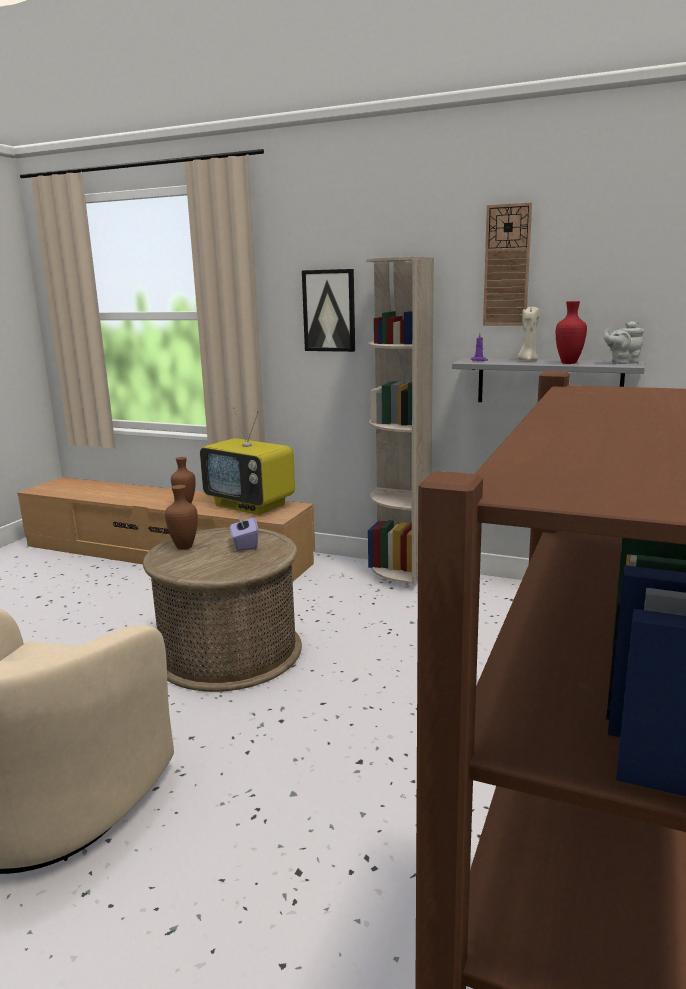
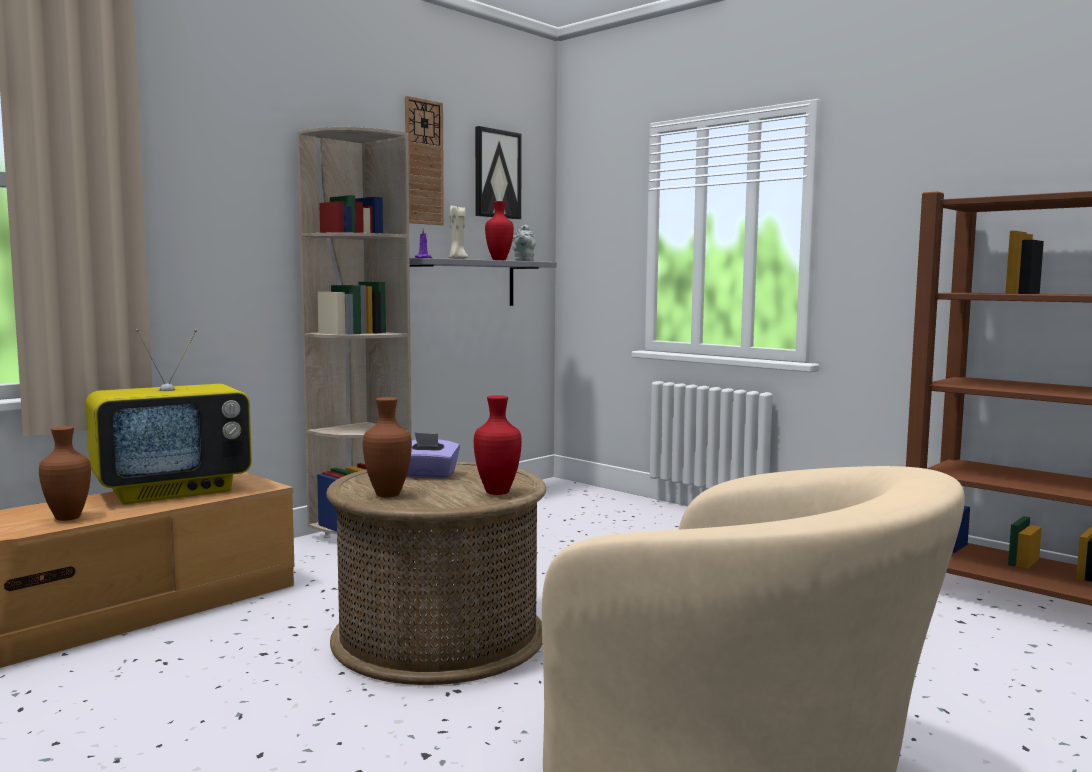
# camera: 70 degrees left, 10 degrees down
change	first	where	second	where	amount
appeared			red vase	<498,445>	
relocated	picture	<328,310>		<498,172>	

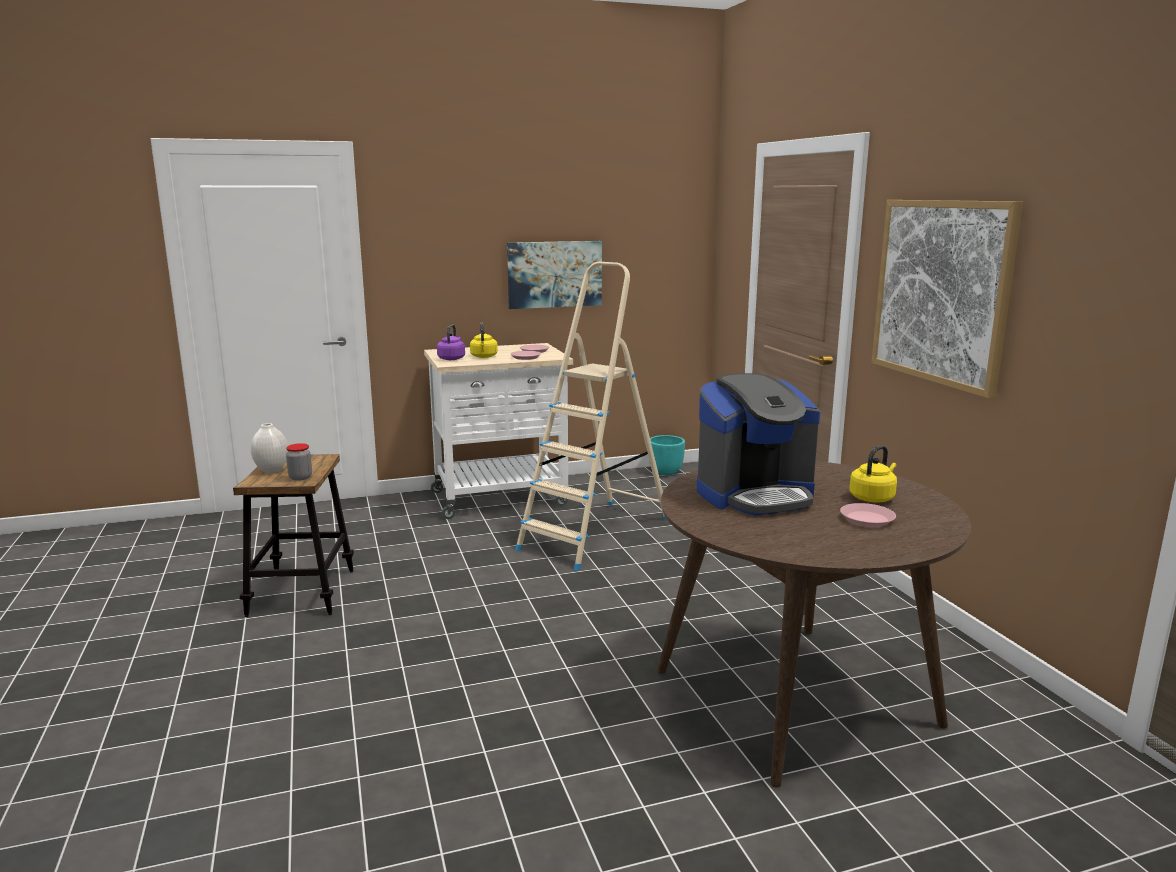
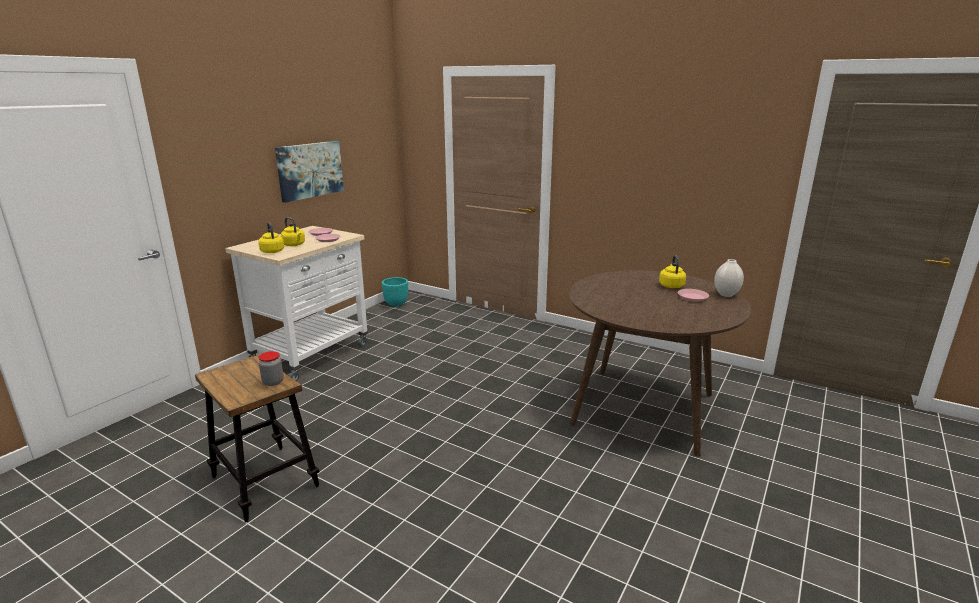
# camera: 40 degrees left, 5 degrees up
change	first	where	second	where	amount
colour	purple kettle	<451,342>	yellow kettle	<271,237>	
relocated	white vase	<269,448>		<729,278>	
missing	beige step ladder	<591,416>			
missing	coffee machine	<758,444>			
missing	picture	<947,299>			

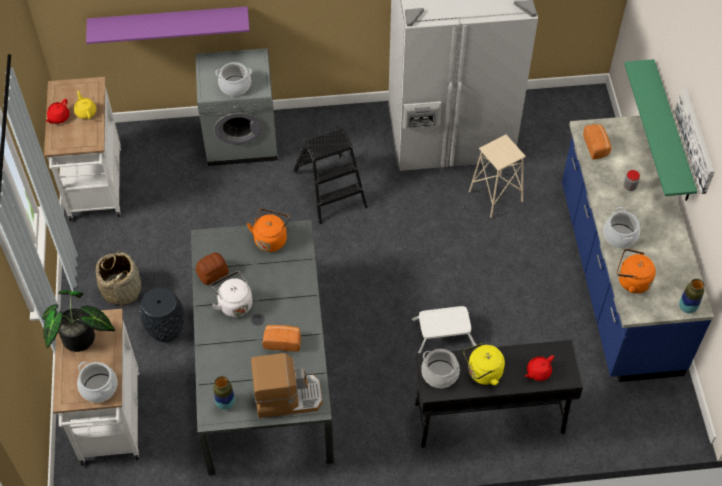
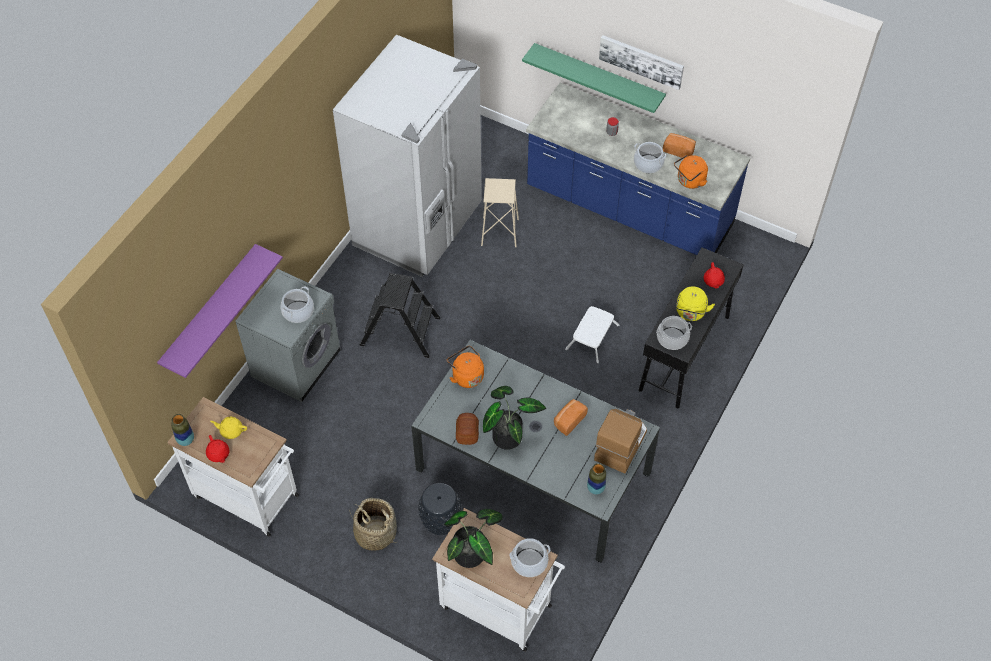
# camera: 55 degrees left, 0 degrees up
change	first	where	second	where	amount
relocated	vase	<691,296>		<182,430>	
exchanged	white kettle	<231,294>	potted plant	<514,418>	
relocated	bread	<597,141>		<679,145>	

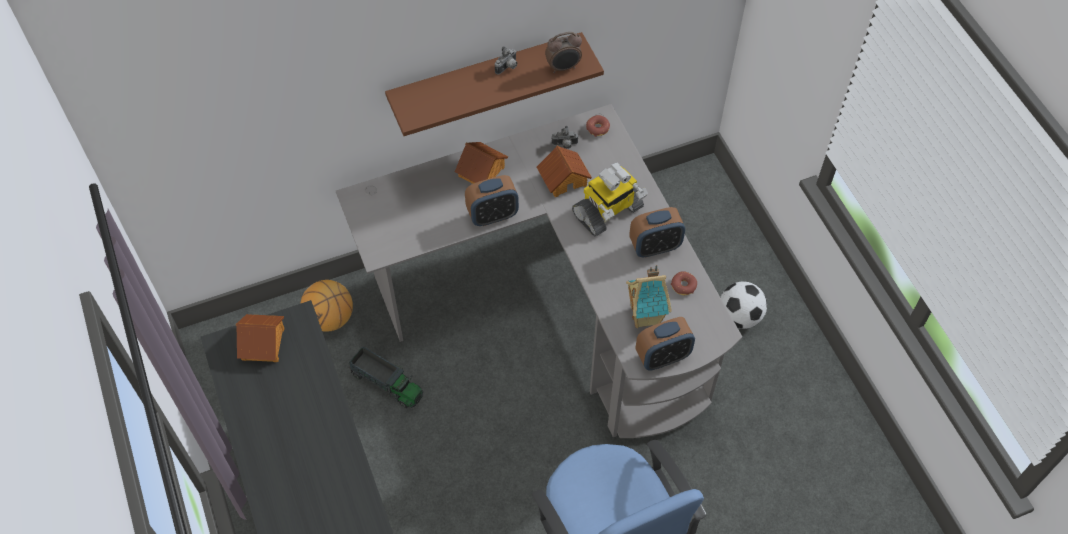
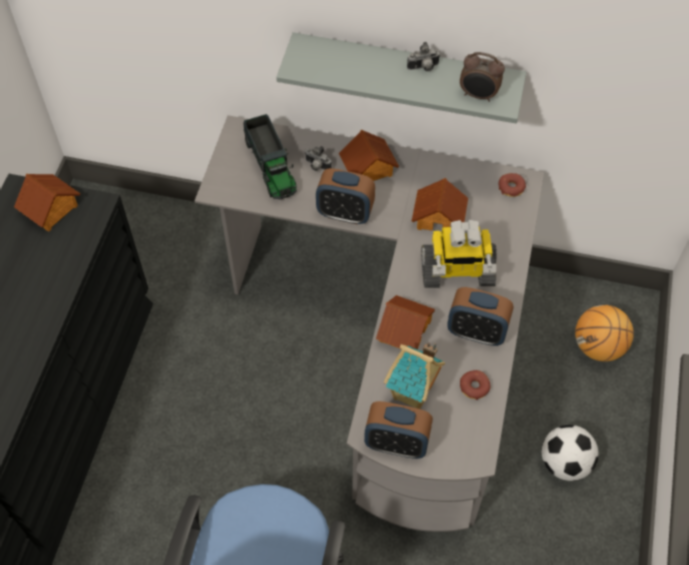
# camera: 35 degrees right, 0 degrees up
change	first	where	second	where	amount
relocated	toy truck	<386,377>		<270,156>	
colour	brown shelf	<494,84>	grey shelf	<401,77>	
relocated	photo camera	<565,137>		<318,158>	
appeared			toy house	<405,322>	
relocated	basketball	<326,306>		<604,333>	

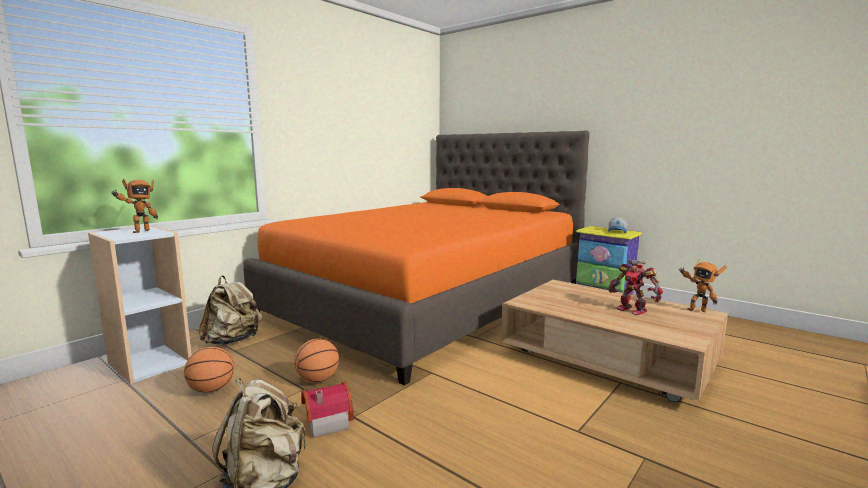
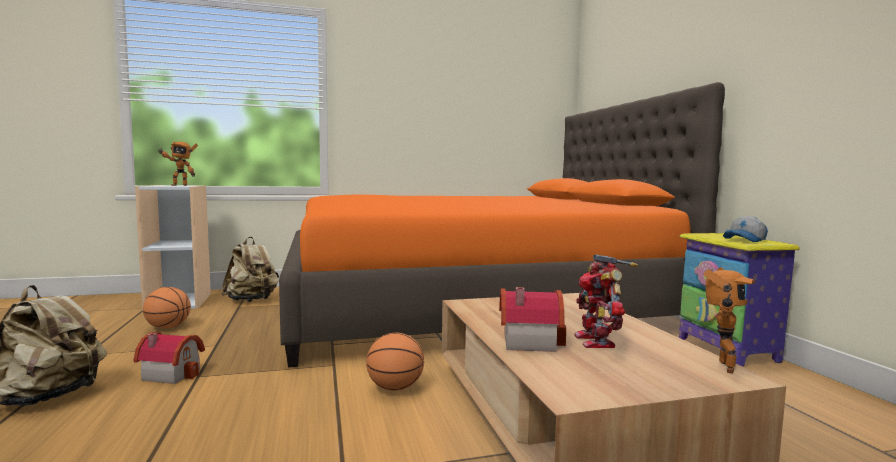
# camera: 35 degrees right, 5 degrees down
change	first	where	second	where	amount
relocated	basketball	<316,361>		<395,362>	
appeared			toy house	<532,319>	
spun	toy robot	<703,285>		<729,320>	135 degrees counterclockwise

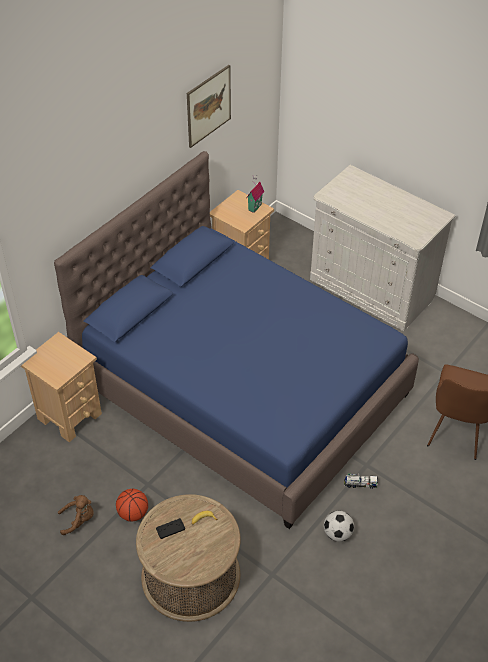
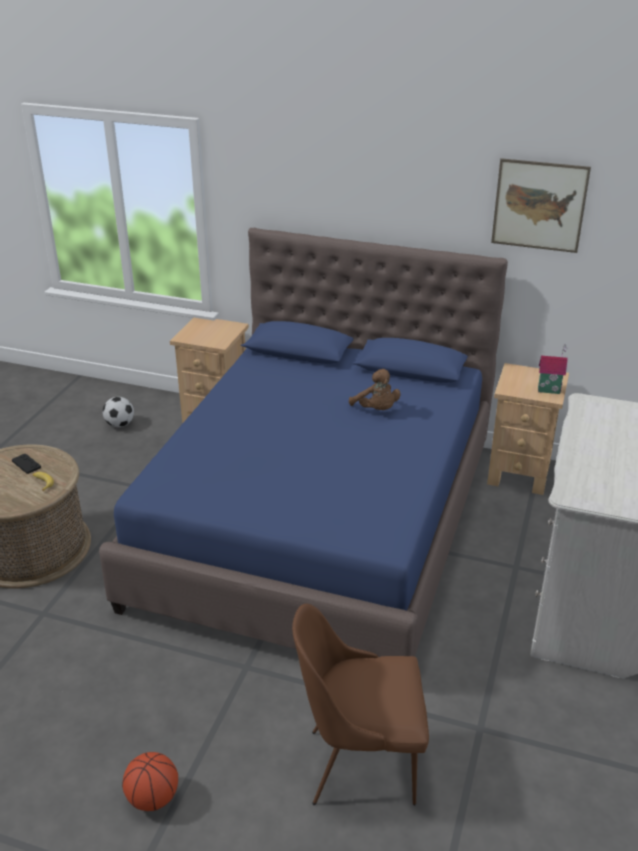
# camera: 70 degrees right, 15 degrees down
change	first	where	second	where	amount
relocated	football	<339,526>		<118,412>	
relocated	basketball	<132,505>		<150,781>	
relocated	brown plush toy	<76,515>		<375,389>	
missing	toy truck	<361,481>			

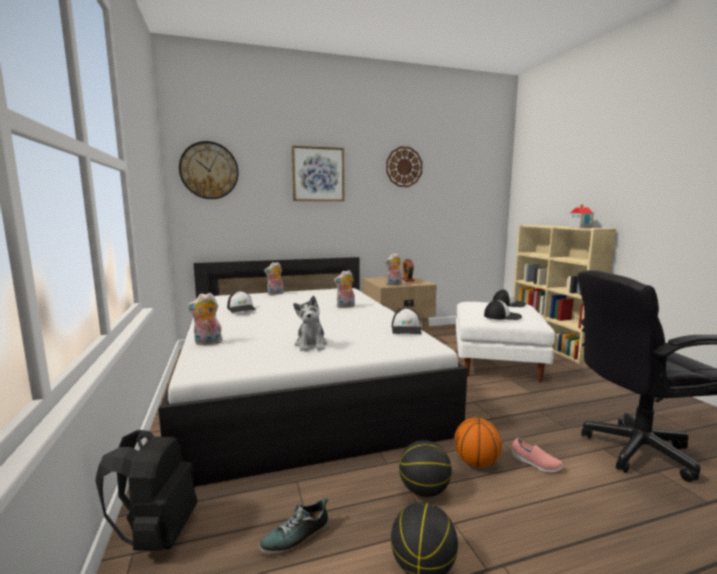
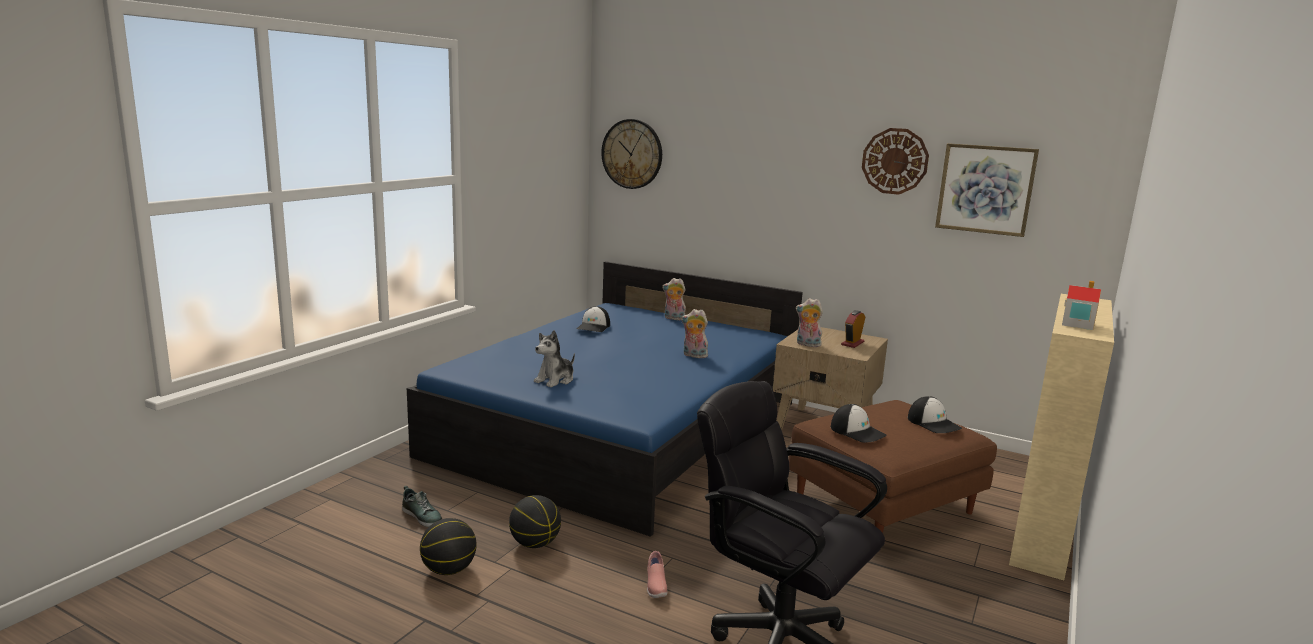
# camera: 45 degrees right, 5 degrees up
change	first	where	second	where	amount
spun	shoe	<293,526>		<422,506>	150 degrees counterclockwise
colour	white bed	<313,372>	blue bed	<605,399>	
colour	white ottoman	<505,342>	brown ottoman	<893,466>	
relocated	picture	<318,173>		<987,190>	
missing	black backpack	<146,490>			
missing	plush toy	<205,319>			
missing	cap	<407,321>			
missing	basketball	<478,442>			

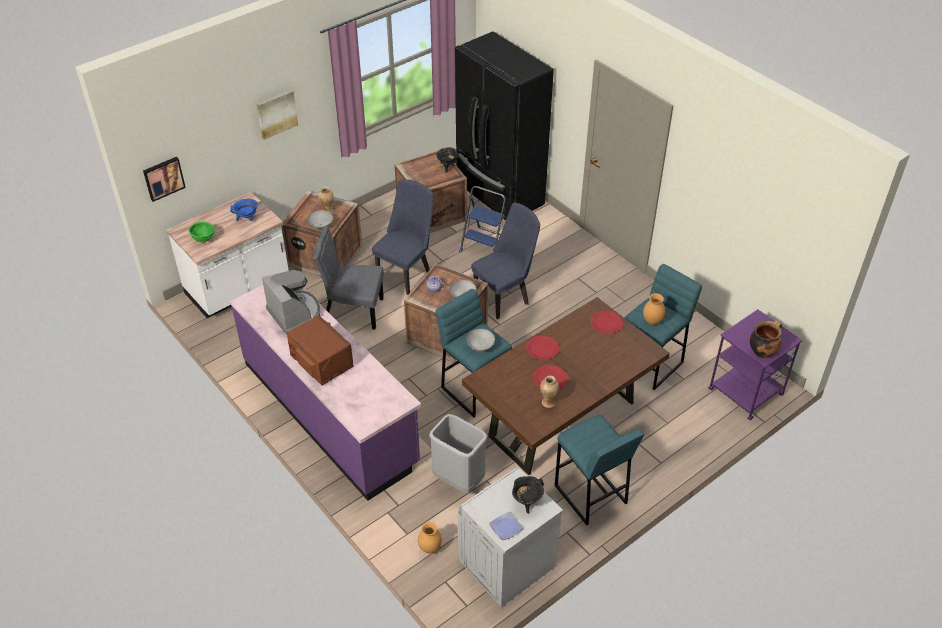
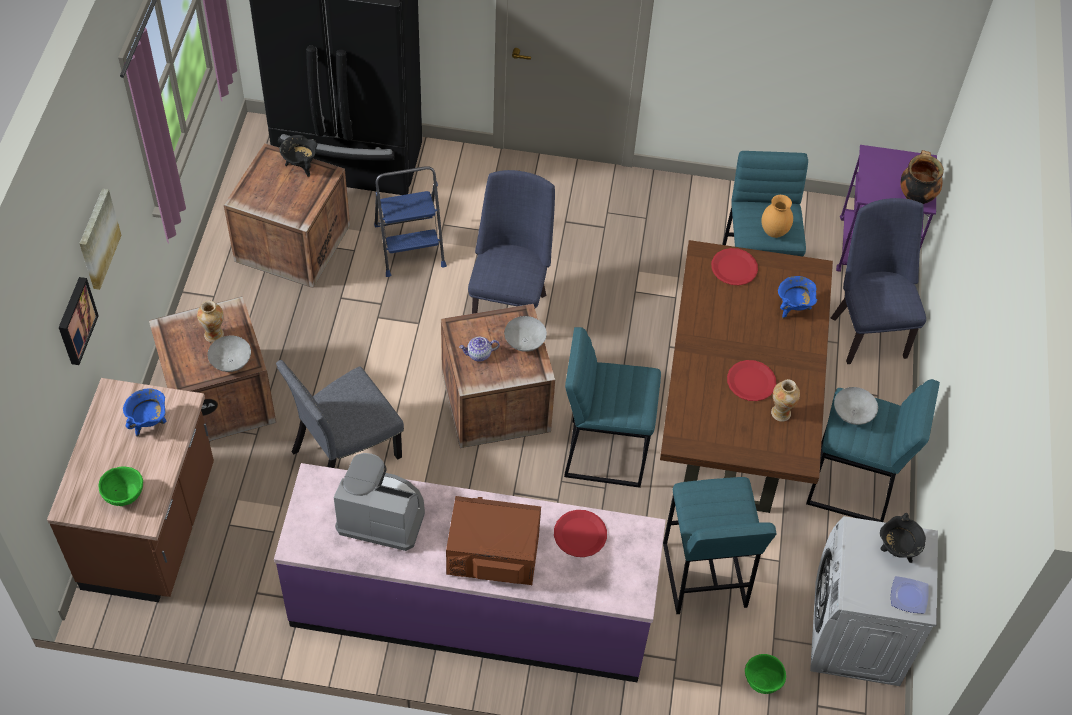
# camera: 45 degrees left, 10 degrees up
change	first	where	second	where	amount
colour	white counter	<227,255>	brown counter	<130,490>	
relocated	picture	<164,179>		<78,321>	
relocated	red plate	<542,347>		<580,533>	
exchanged	grey trash can	<458,453>	turquoise stool	<720,545>	
exchanged	brown vase	<430,538>	green bowl	<765,674>	
appeared			blue cooking pot	<797,297>	
relocated	blue chair	<403,237>		<878,281>	
relocated	grey bowl	<480,340>		<856,406>	

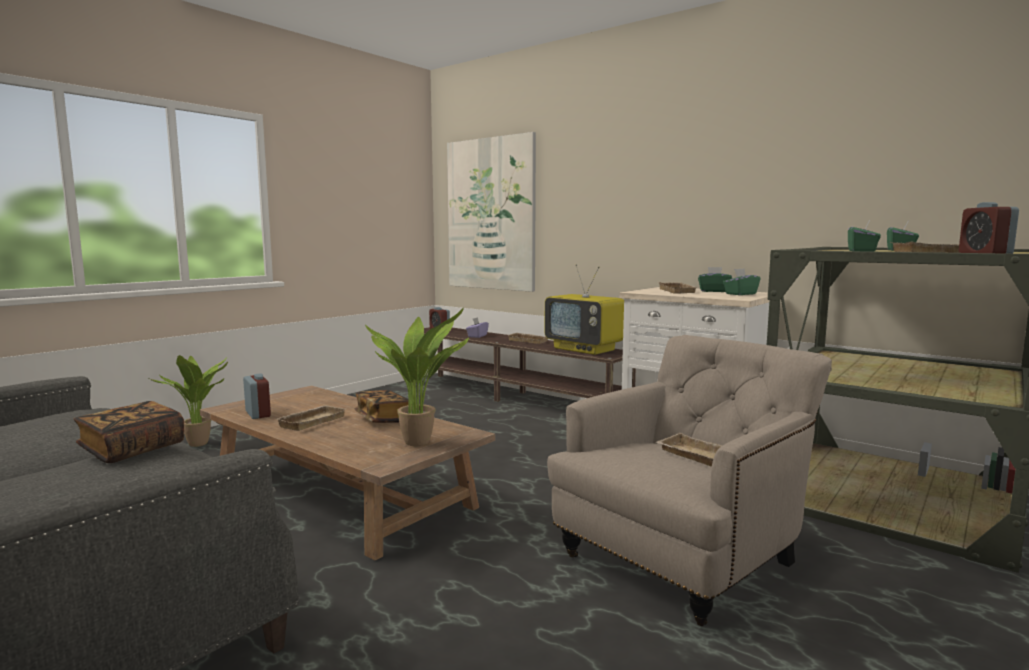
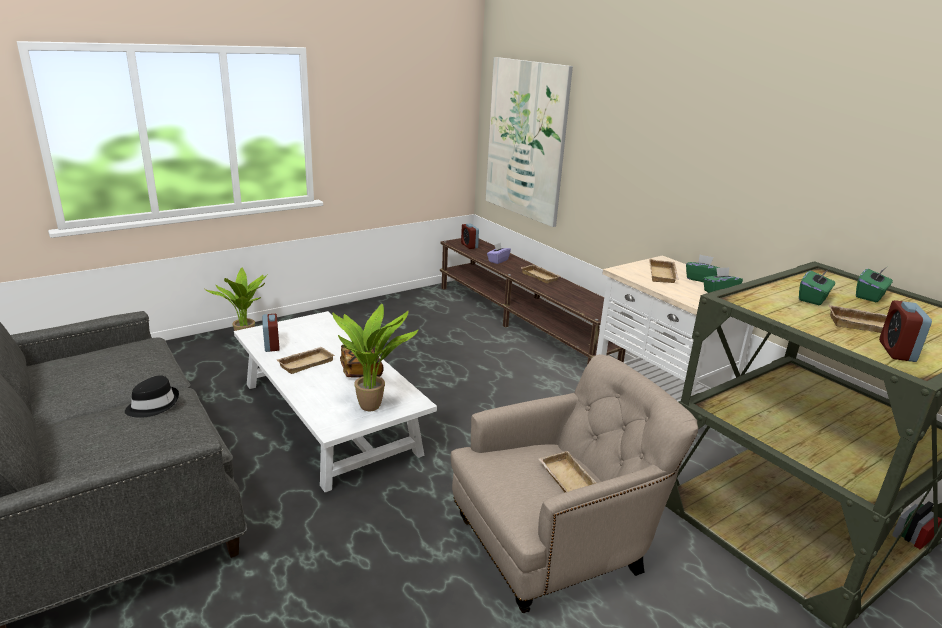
# camera: 15 degrees right, 15 degrees up
change	first	where	second	where	amount
exchanged	book	<128,432>	black hat	<152,396>	
colour	brown coffee table	<347,473>	white coffee table	<335,401>	
missing	television	<584,310>			

